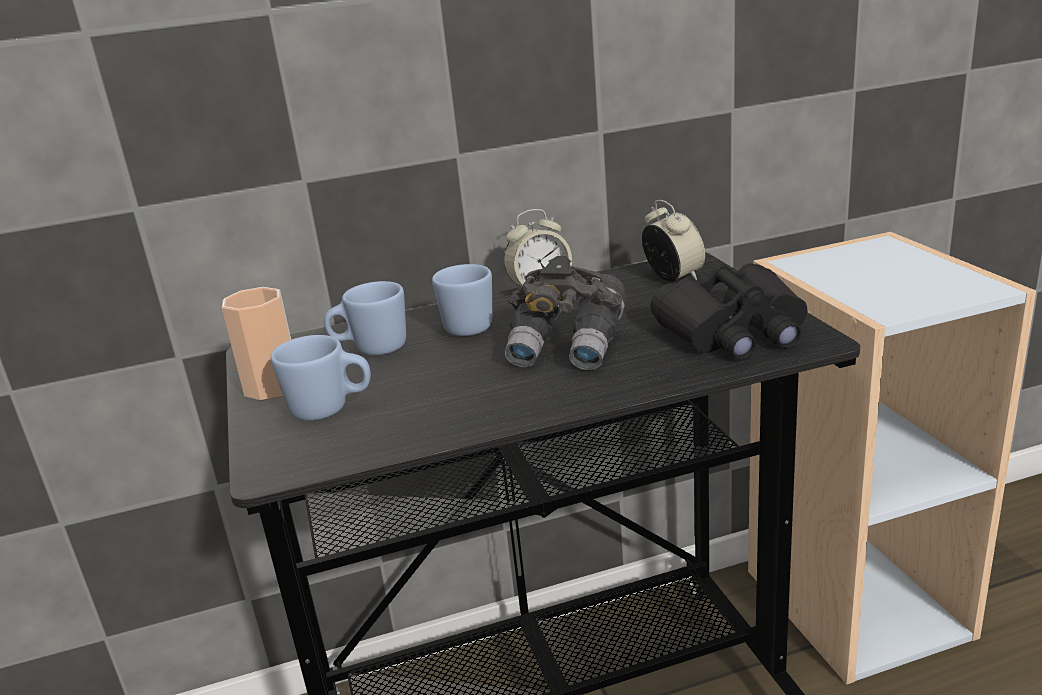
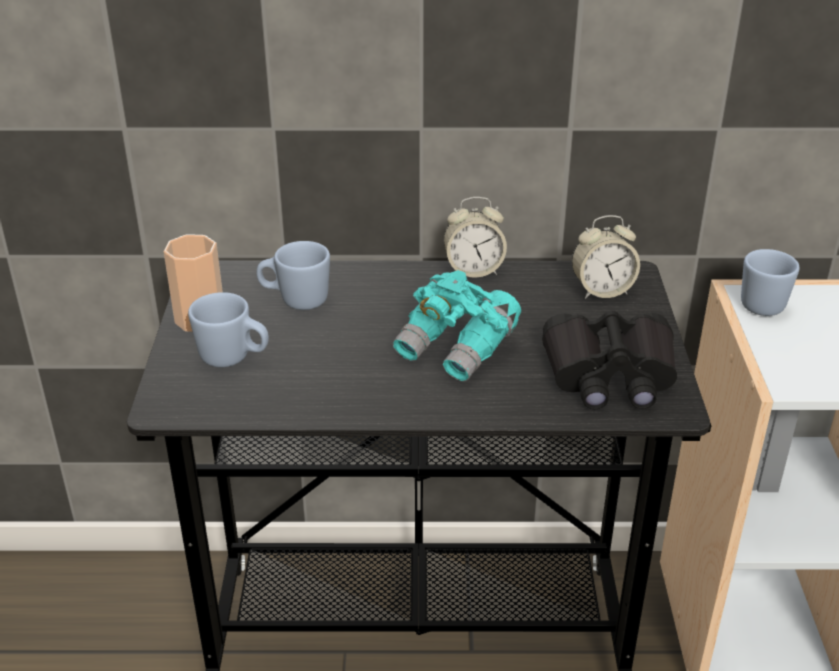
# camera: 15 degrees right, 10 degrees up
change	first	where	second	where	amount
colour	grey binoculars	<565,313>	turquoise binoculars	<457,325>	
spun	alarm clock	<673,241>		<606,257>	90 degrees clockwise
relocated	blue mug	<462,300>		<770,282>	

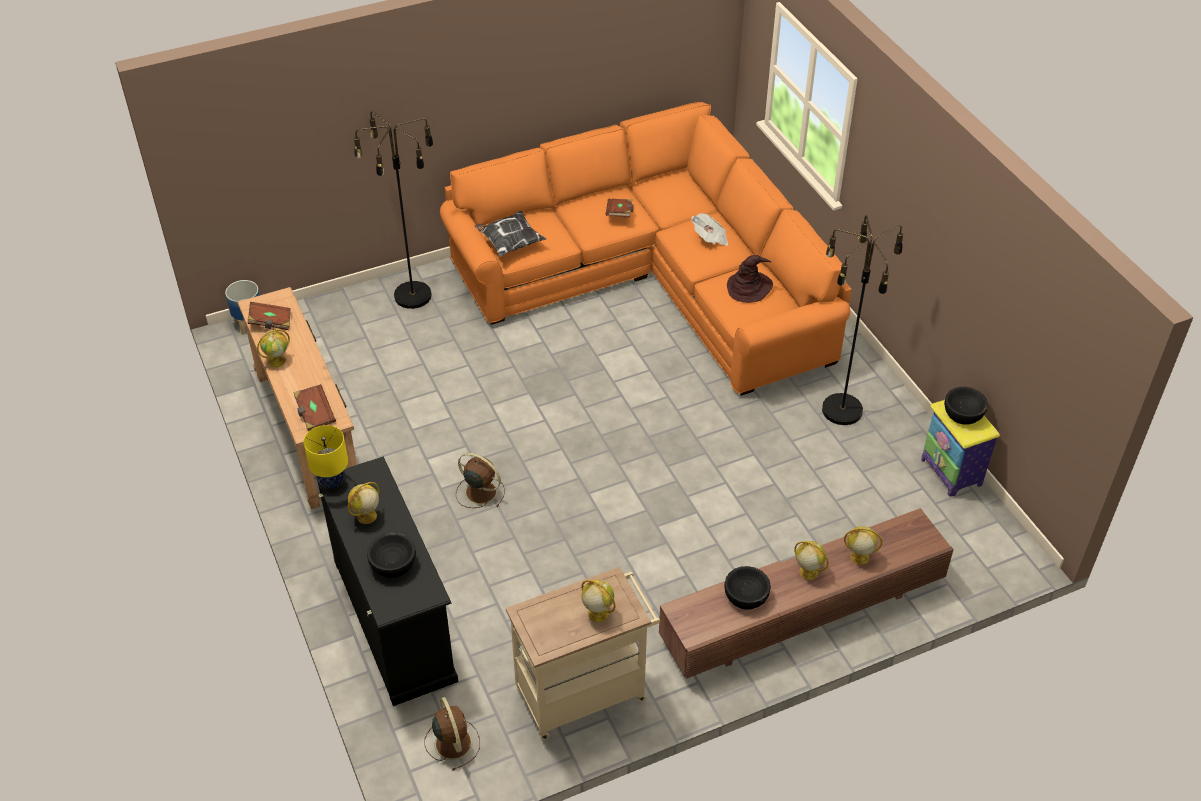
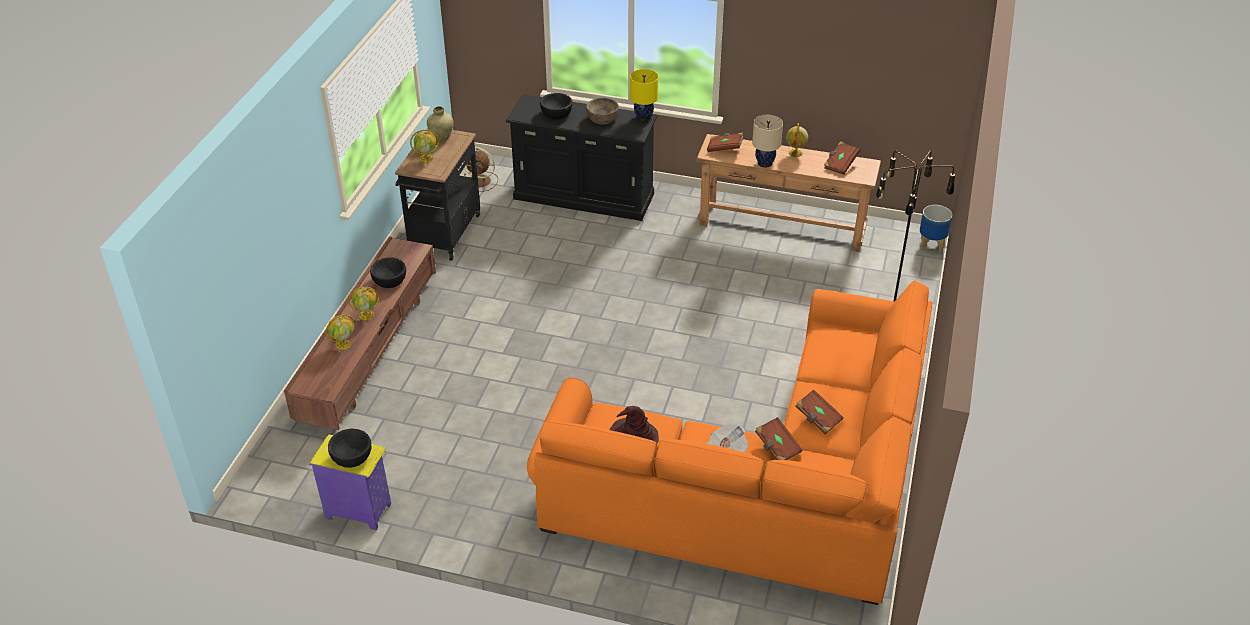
# camera: 130 degrees right, 5 degrees down
change	first	where	second	where	amount
colour	beige cart	<583,654>	black cart	<437,194>	
appeared			beige vase	<440,123>	
exchanged	globe	<363,503>	brown bowl	<602,111>	
appeared			beige table lamp	<767,141>	
appeared			brown book	<778,438>	
missing	brown fan	<480,480>			
missing	pillow	<510,234>			
missing	floor lamp	<862,320>			

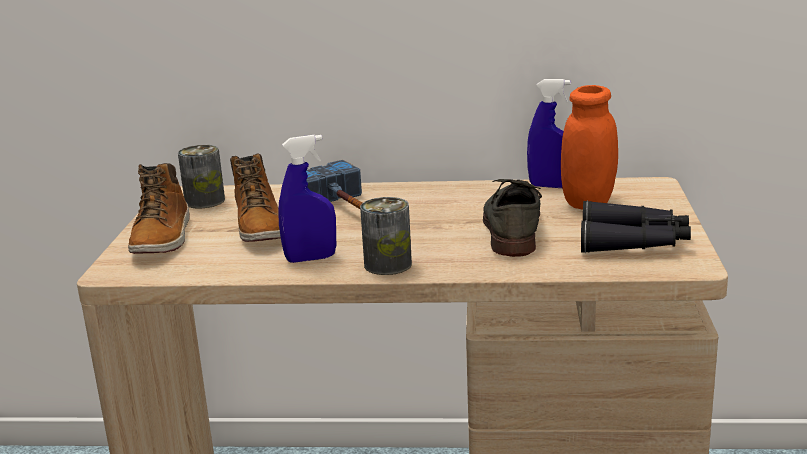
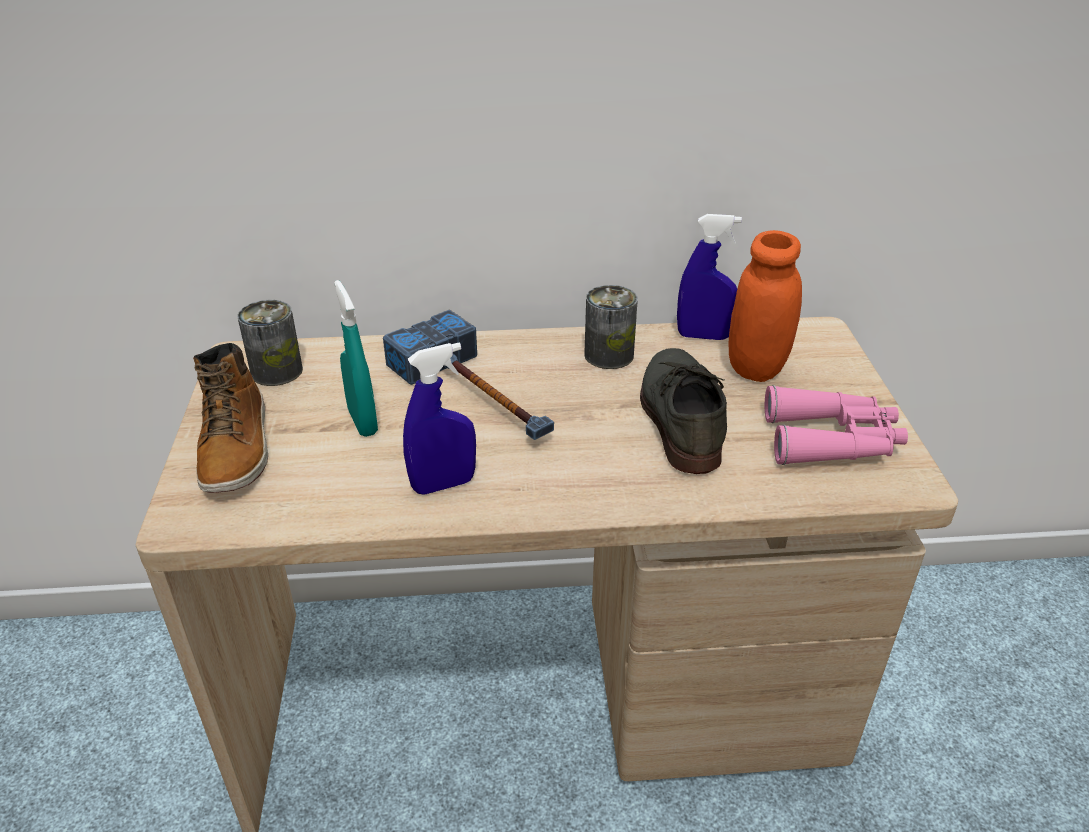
# camera: 10 degrees left, 15 degrees up
change	first	where	second	where	amount
exchanged	boot	<255,198>	turquoise spray bottle	<356,358>	
relocated	can	<386,236>		<611,327>	
colour	black binoculars	<636,226>	pink binoculars	<836,425>	

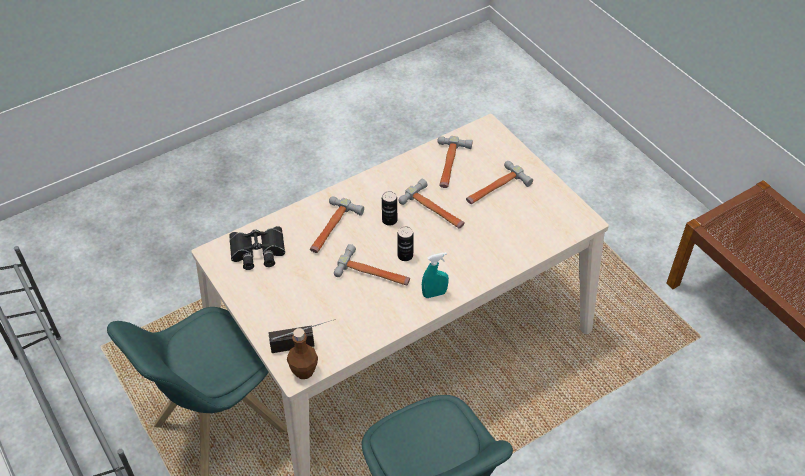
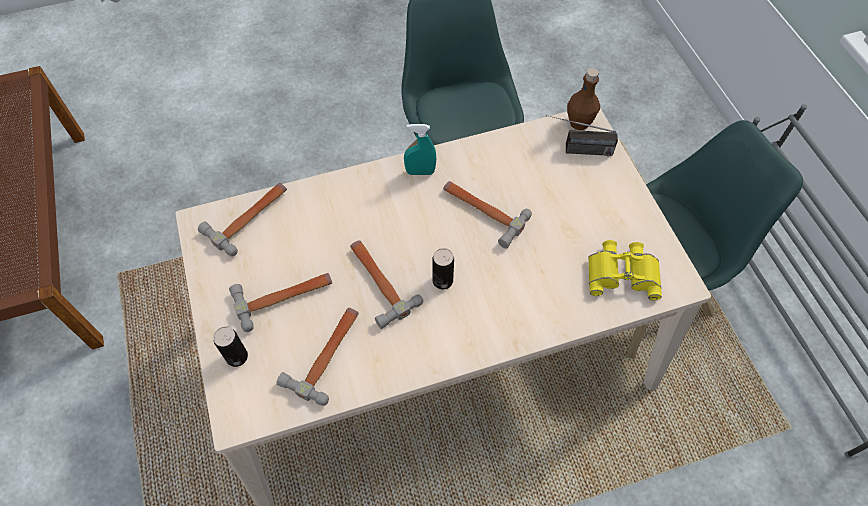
# camera: 165 degrees left, 10 degrees up
change	first	where	second	where	amount
relocated	hammer	<337,224>		<242,219>	
relocated	can	<405,243>		<230,346>	
colour	black binoculars	<257,248>	yellow binoculars	<625,270>	

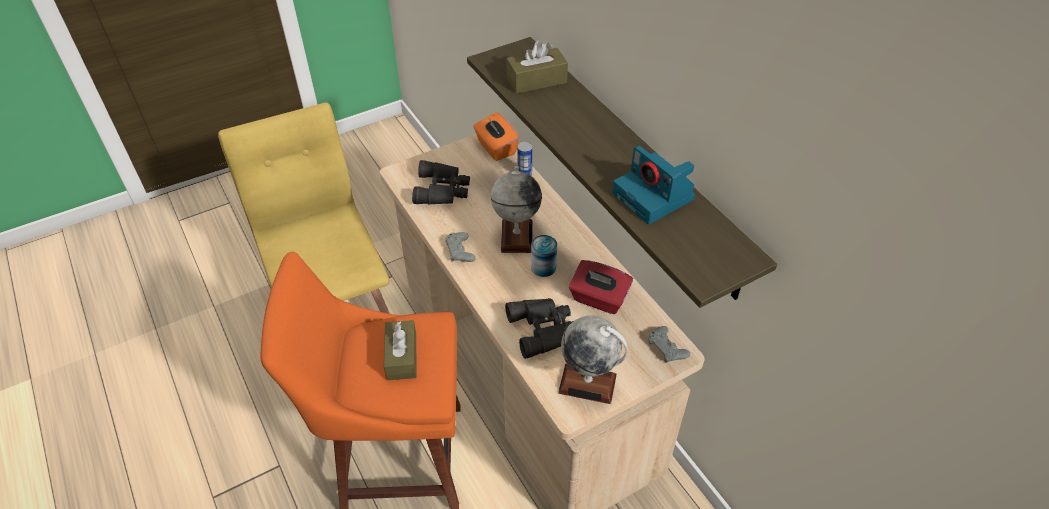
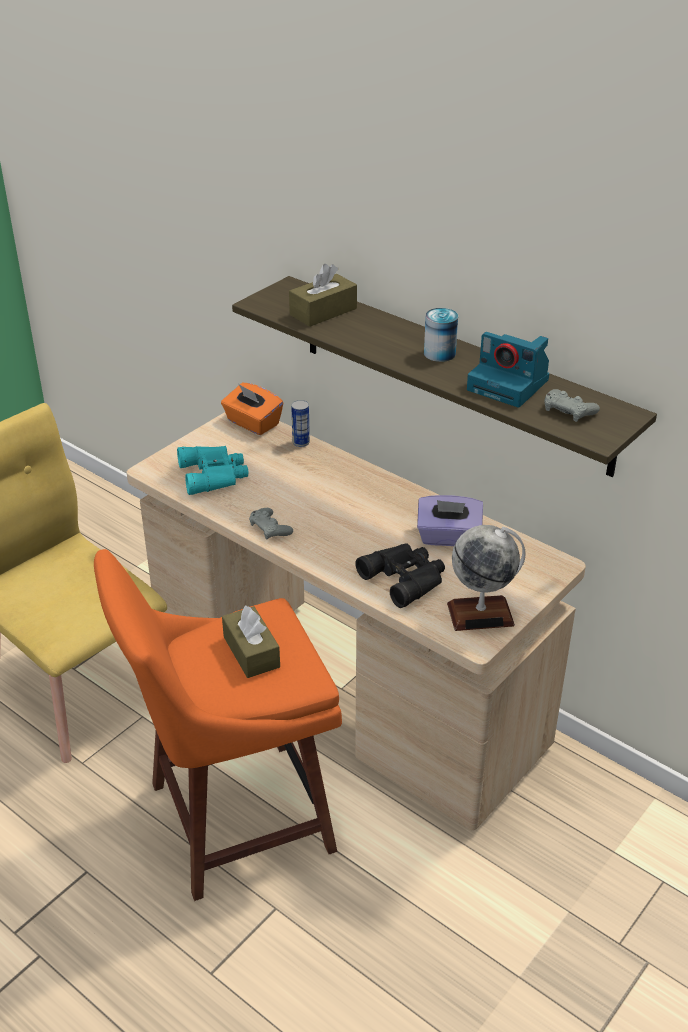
# camera: 20 degrees left, 10 degrees down
change	first	where	second	where	amount
colour	black binoculars	<441,182>	turquoise binoculars	<212,470>	
colour	red tissue box	<601,287>	purple tissue box	<450,520>	
relocated	can	<544,256>		<441,335>	
relocated	grey game controller	<669,344>		<572,405>	
missing	globe	<516,209>			

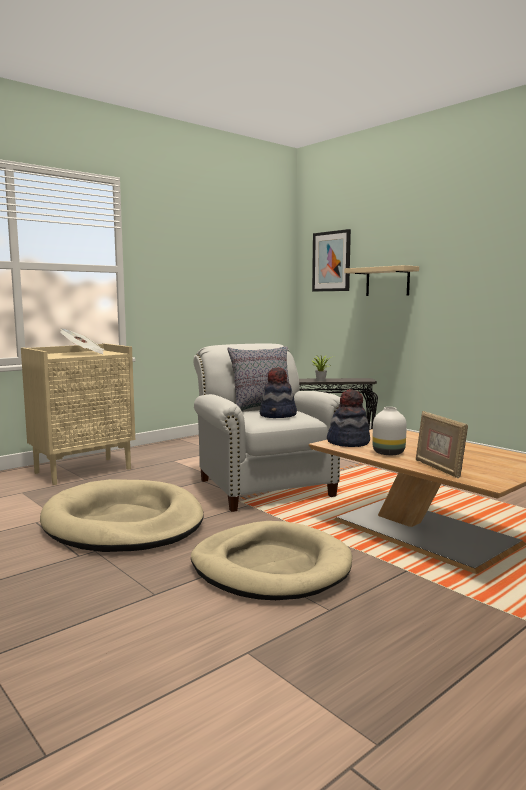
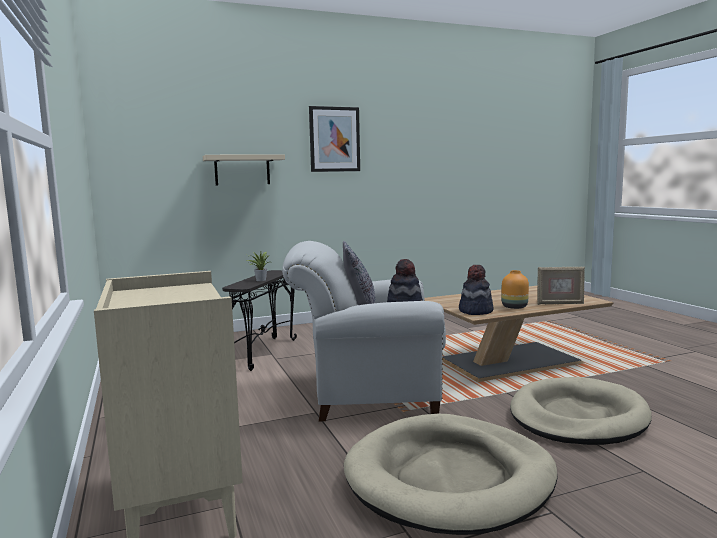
# camera: 70 degrees left, 0 degrees up
change	first	where	second	where	amount
relocated	picture	<331,260>		<334,139>	
colour	white vase	<389,431>	orange vase	<515,289>	
missing	newspaper	<82,341>			

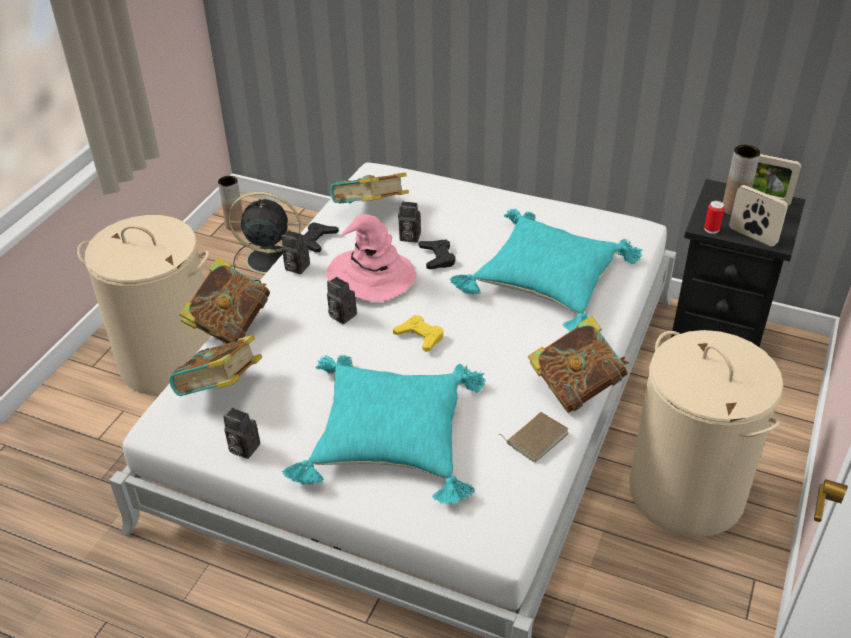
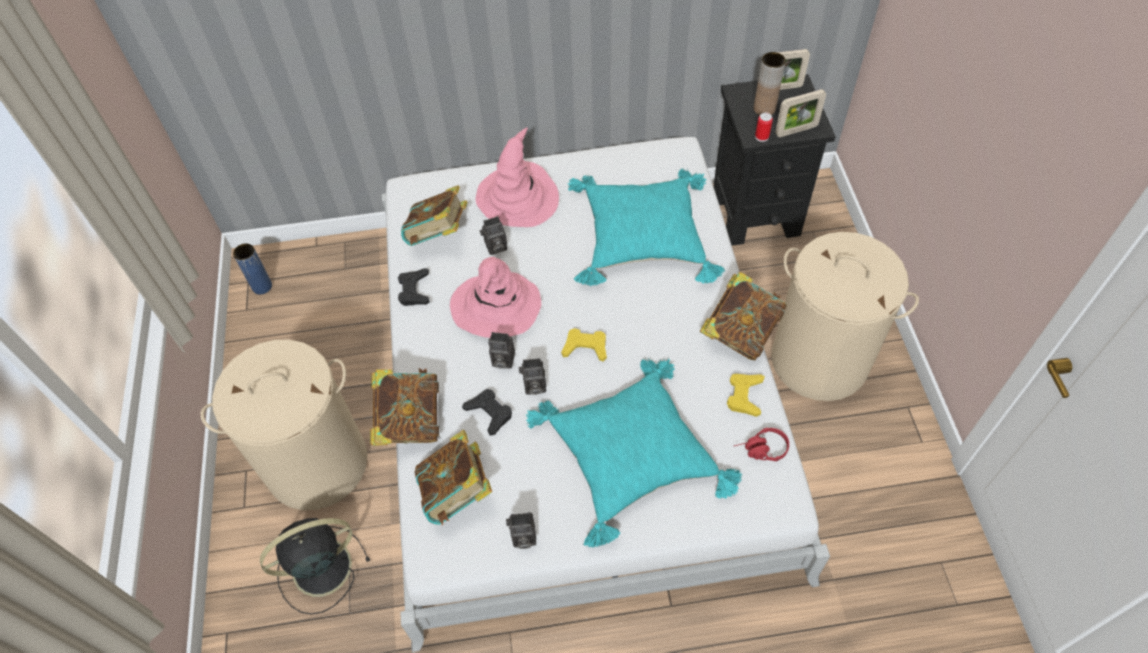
# camera: 30 degrees left, 15 degrees up
change	first	where	second	where	amount
colour	brown vase	<230,203>	blue vase	<252,268>	
relocated	black fan	<264,236>		<315,566>	
relocated	black game controller	<437,254>		<487,412>	
appeared			pink hat	<517,177>	
relocated	photo camera	<296,252>		<532,376>	
exchanged	brown book	<533,437>	yellow game controller	<746,395>	
appeared			red headphones	<761,445>	
spun	picture frame	<758,215>		<800,113>	150 degrees clockwise

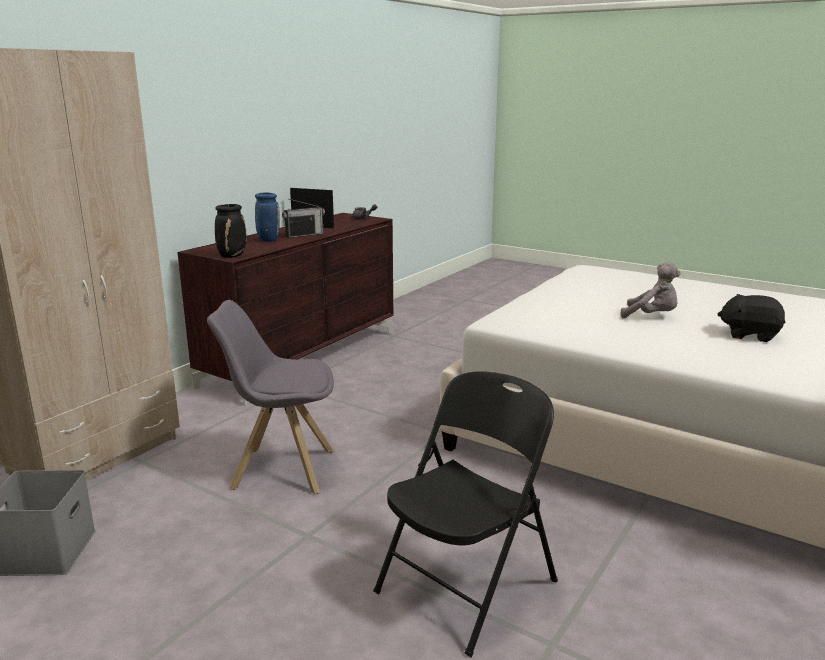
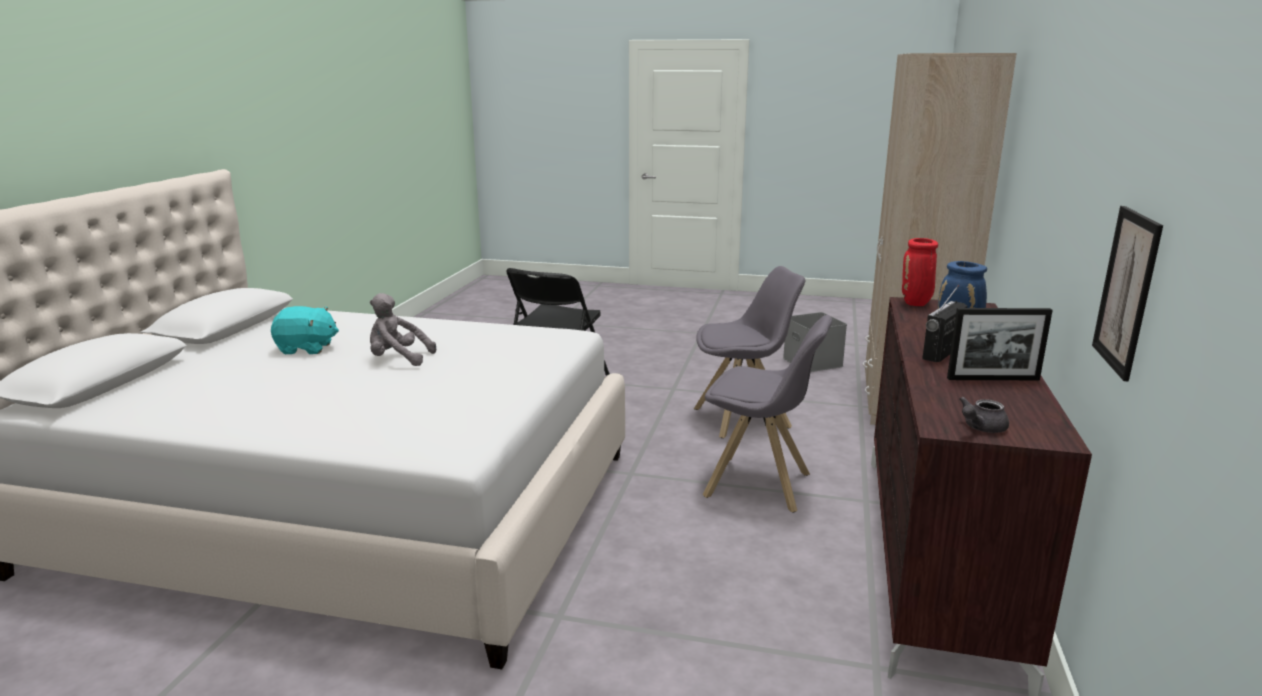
# camera: 160 degrees right, 0 degrees up
change	first	where	second	where	amount
colour	black plush toy	<752,318>	turquoise plush toy	<305,330>	
appeared			grey chair	<767,413>	
colour	black vase	<231,231>	red vase	<920,272>	
appeared			picture	<1127,294>	

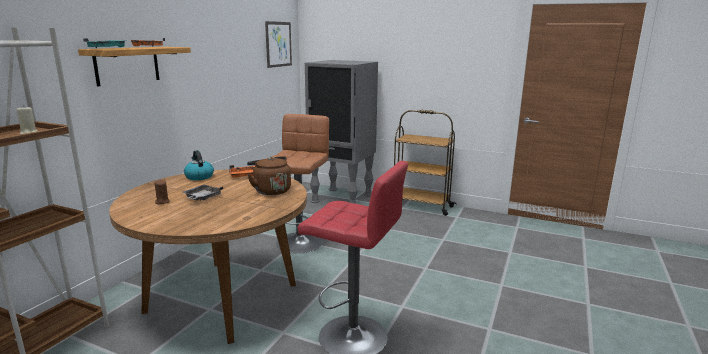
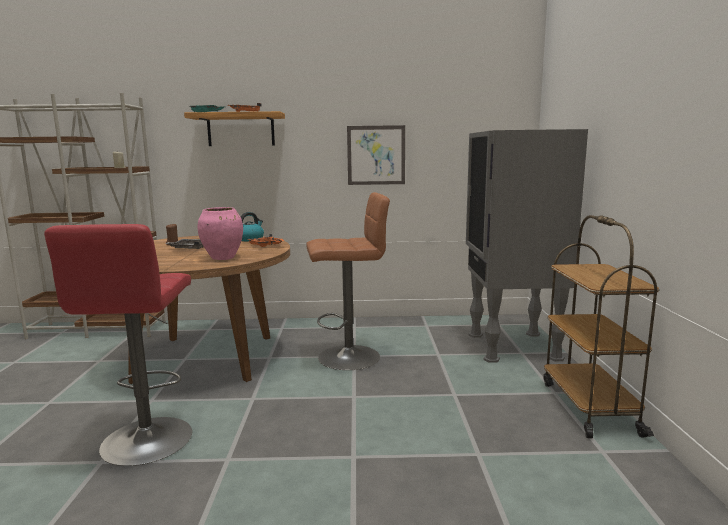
# camera: 65 degrees right, 5 degrees down
change	first	where	second	where	amount
exchanged	brown kettle	<269,175>	pink vase	<220,233>	
relocated	picture	<278,44>		<376,155>	

